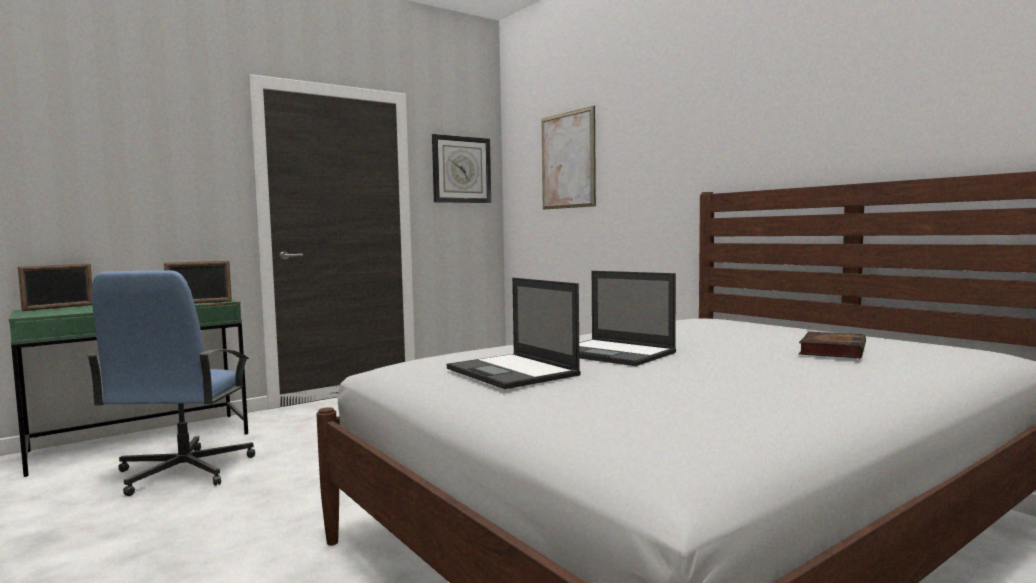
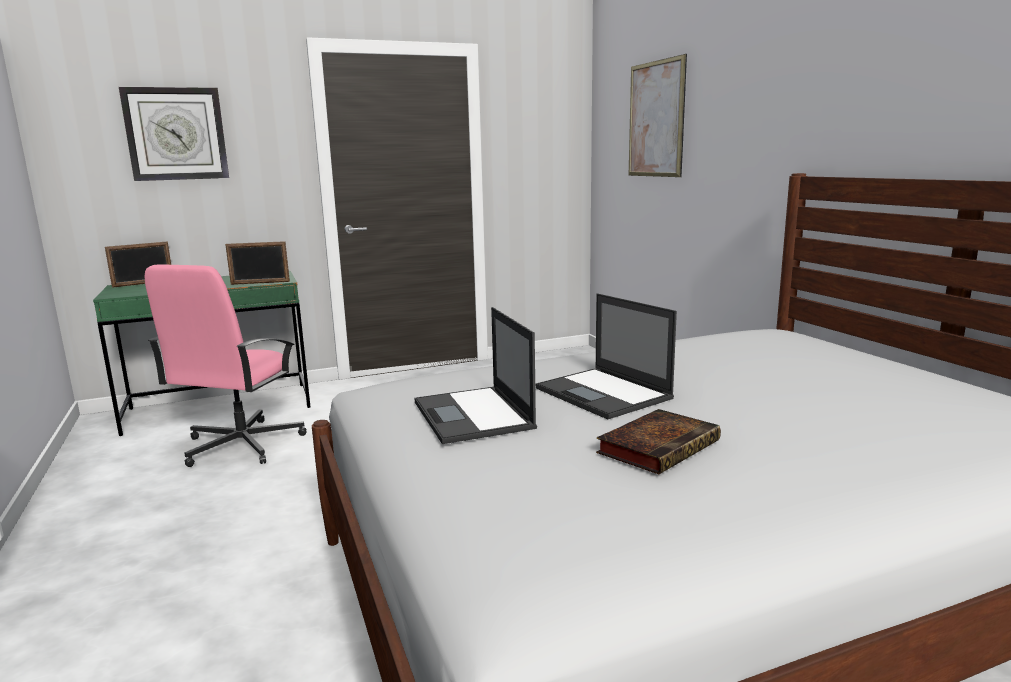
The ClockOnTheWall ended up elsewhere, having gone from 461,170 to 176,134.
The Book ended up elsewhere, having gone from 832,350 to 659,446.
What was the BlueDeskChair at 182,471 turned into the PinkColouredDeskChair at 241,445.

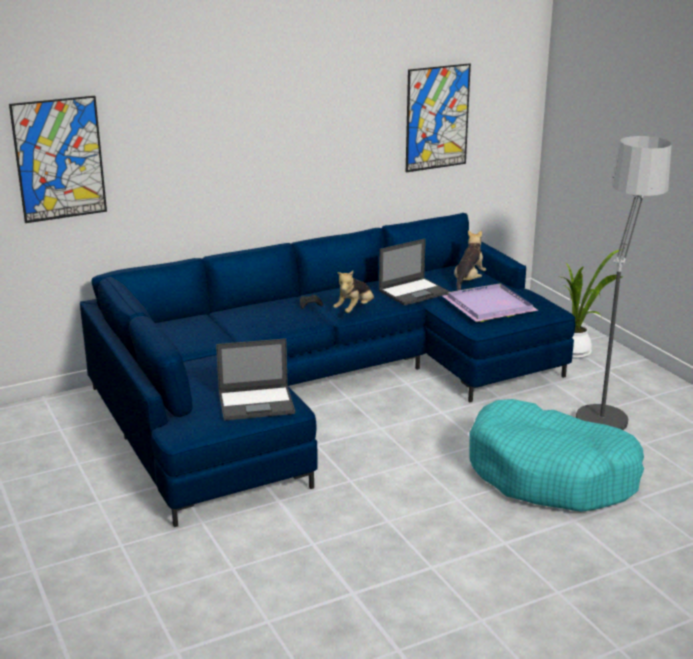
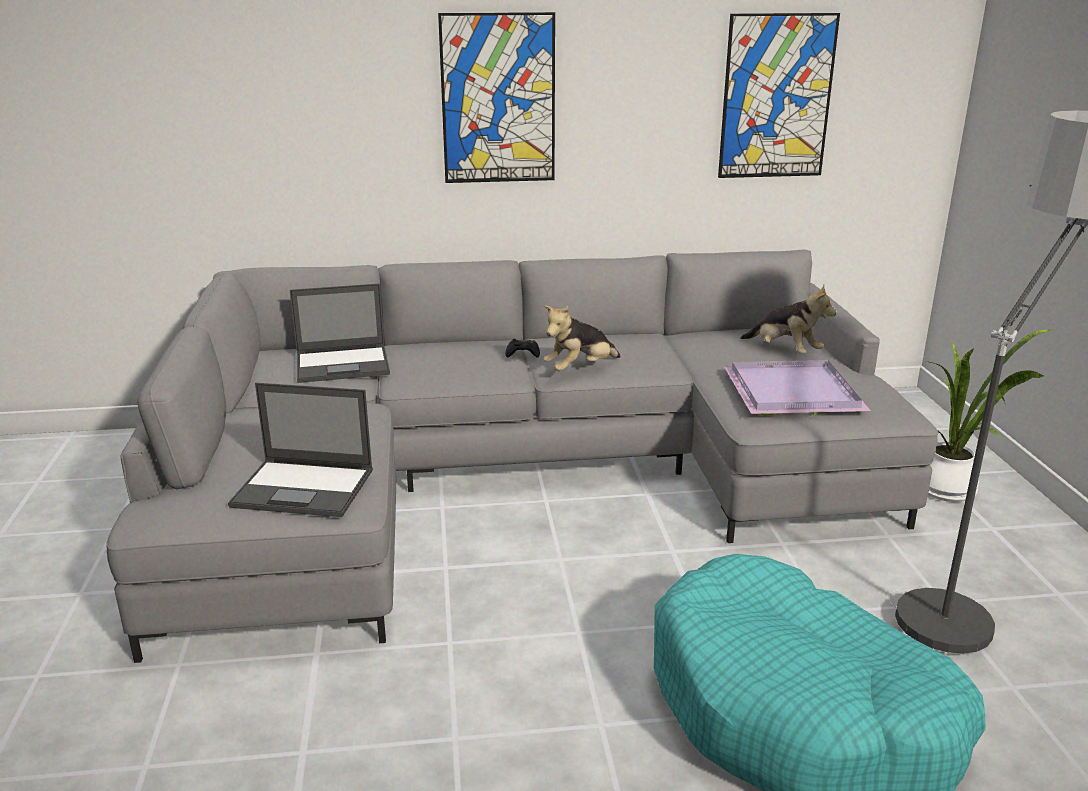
The WallArt ended up elsewhere, having gone from 59,159 to 498,99.
The Laptop ended up elsewhere, having gone from 414,292 to 344,364.
What was the BlueSofa at 318,388 turned into the GreyishSofa at 514,478.
The PlushToy at 468,281 ended up facing another way, 90 degrees clockwise from before.

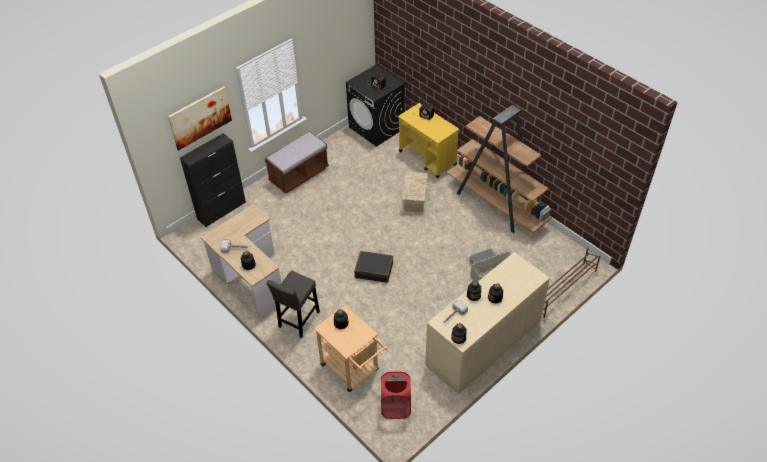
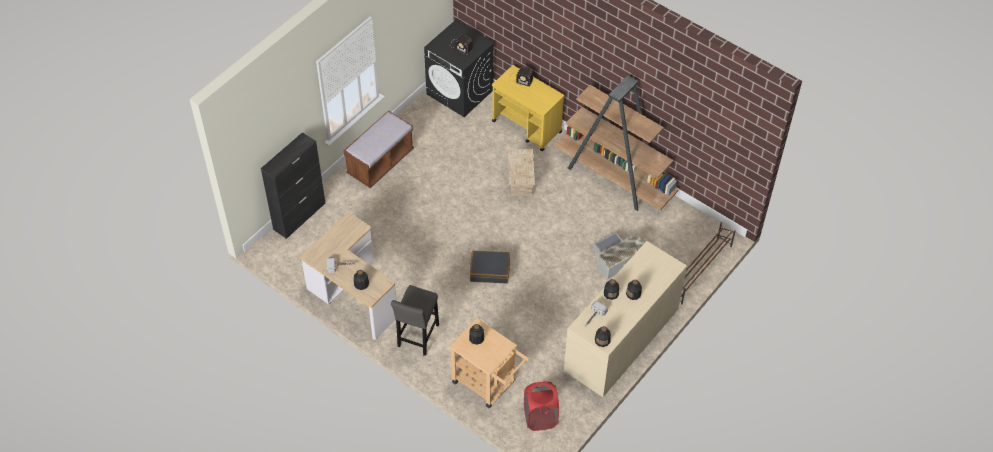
The second view lost the WallArt at 200,117.

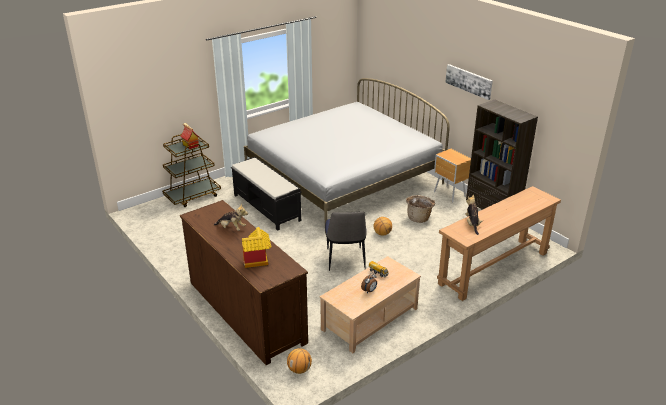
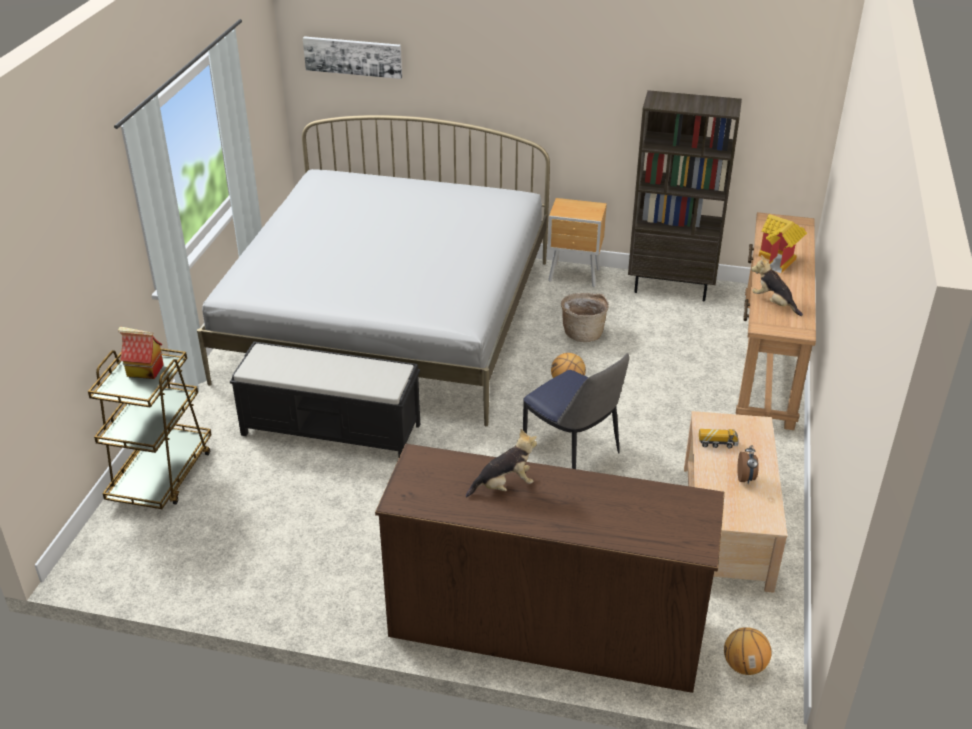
The ToyHouse ended up elsewhere, having gone from 257,261 to 779,261.
The WallArt ended up elsewhere, having gone from 469,81 to 353,56.

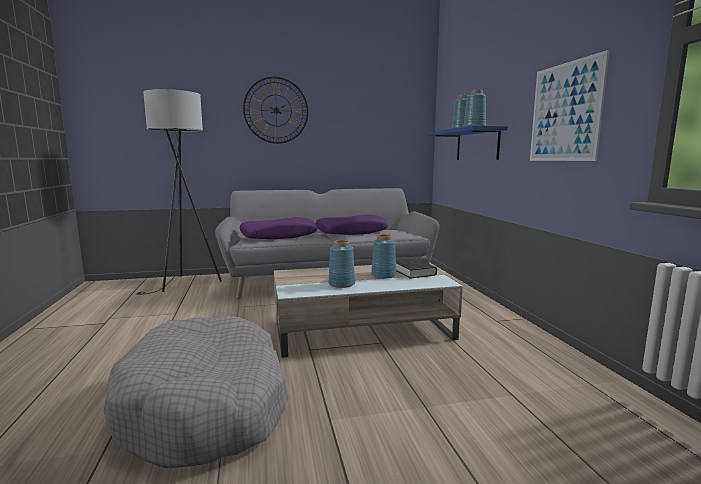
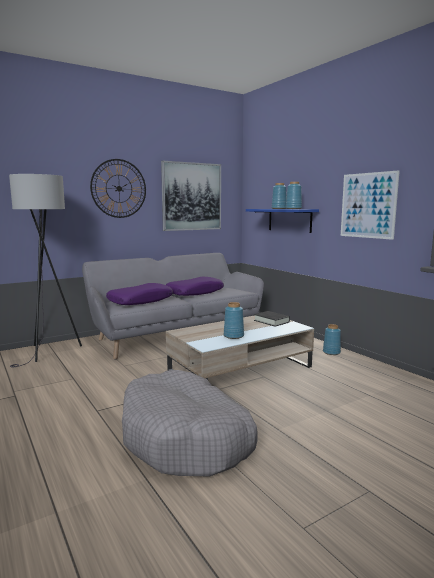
The second view gained the WallArt at 191,196.
The BlueFlowerVase ended up elsewhere, having gone from 384,275 to 331,352.

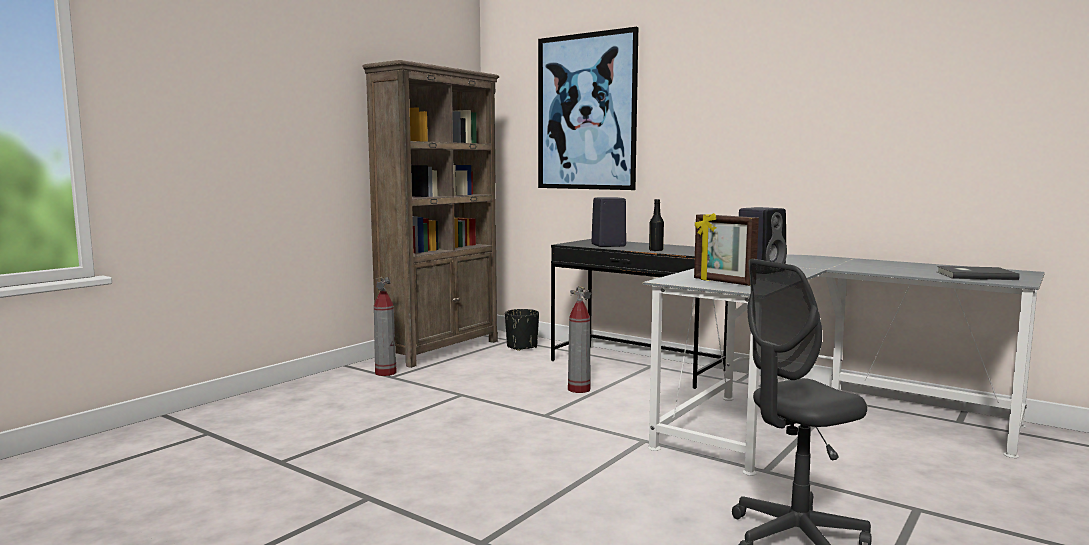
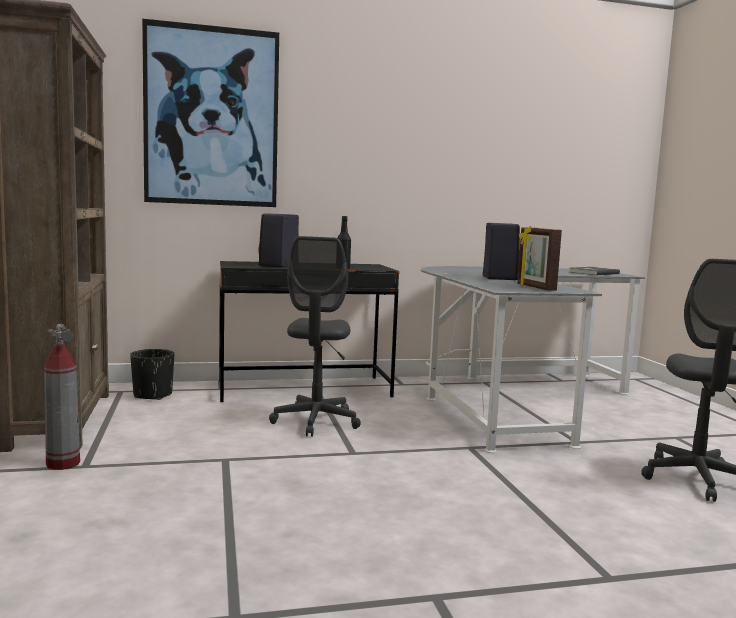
Where the FireFightingCylinder stood at 578,389, the GreyishDeskChair came to stand at 316,421.
The PhotoFrame at 723,282 ended up facing another way, 75 degrees clockwise from before.

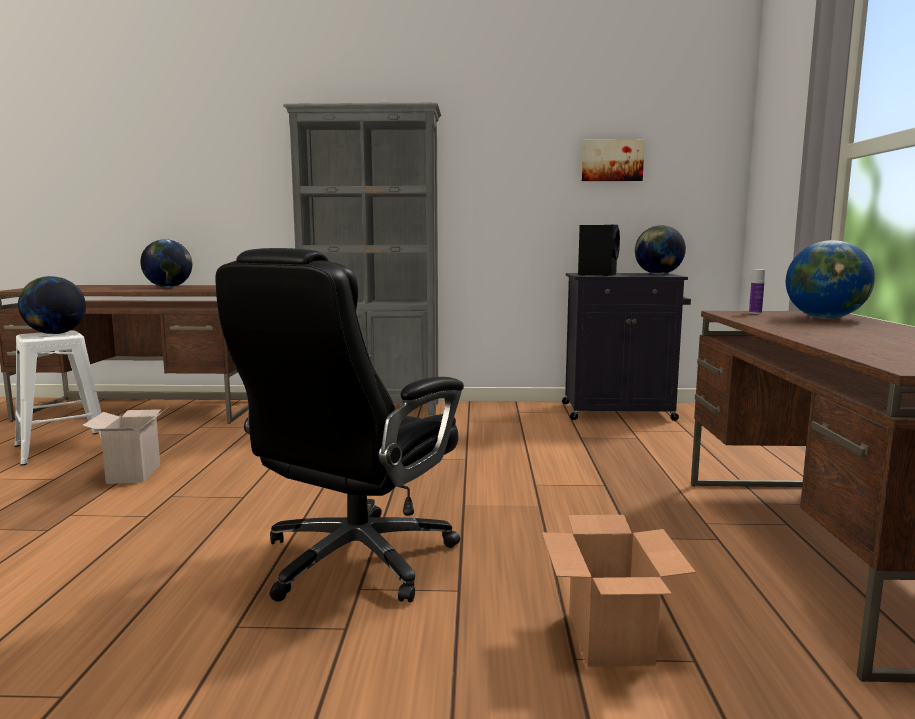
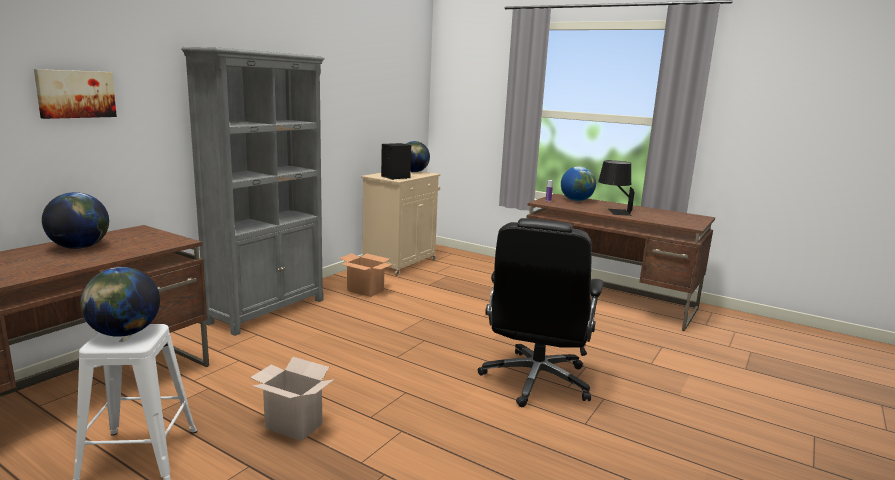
The second view gained the BlackColouredTabletopLamp at 613,211.
The Carton ended up elsewhere, having gone from 610,638 to 365,290.
The WallArt ended up elsewhere, having gone from 612,160 to 75,94.
What was the BlackColouredCabinet at 620,412 turned into the BeigeCabinet at 400,263.
The BlackColouredDeskChair at 353,560 ended up facing another way, 45 degrees clockwise from before.

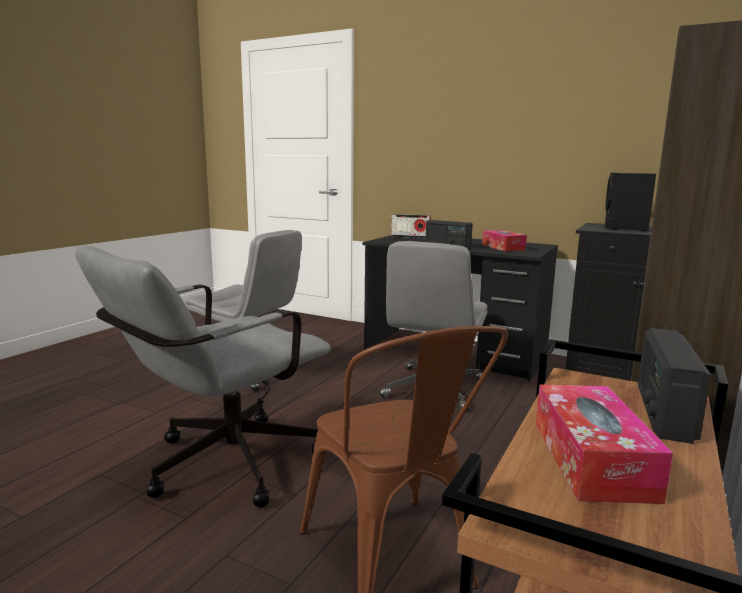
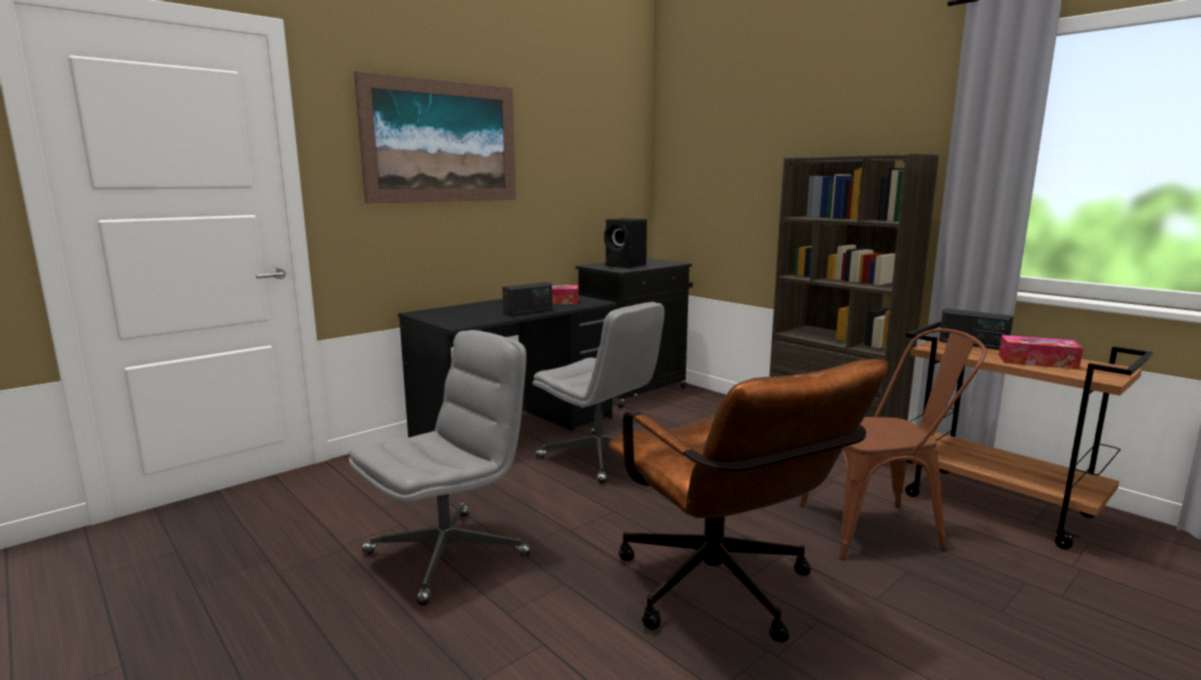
The second view lost the RadioReceiver at 410,237.
The second view gained the WallArt at 442,142.
What was the GreyishDeskChair at 219,467 turned into the BrownDeskChair at 724,595.

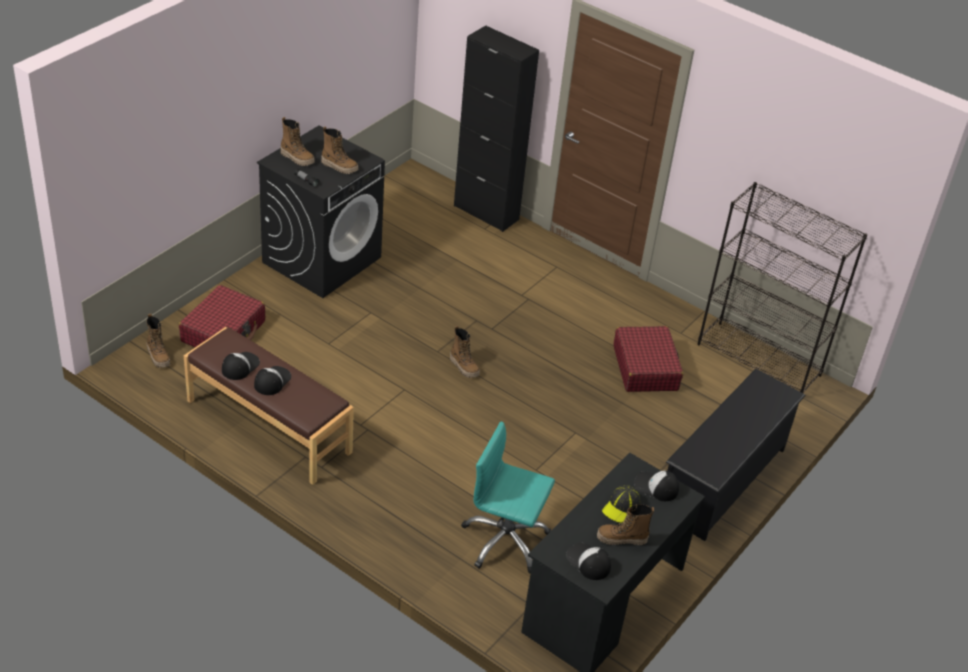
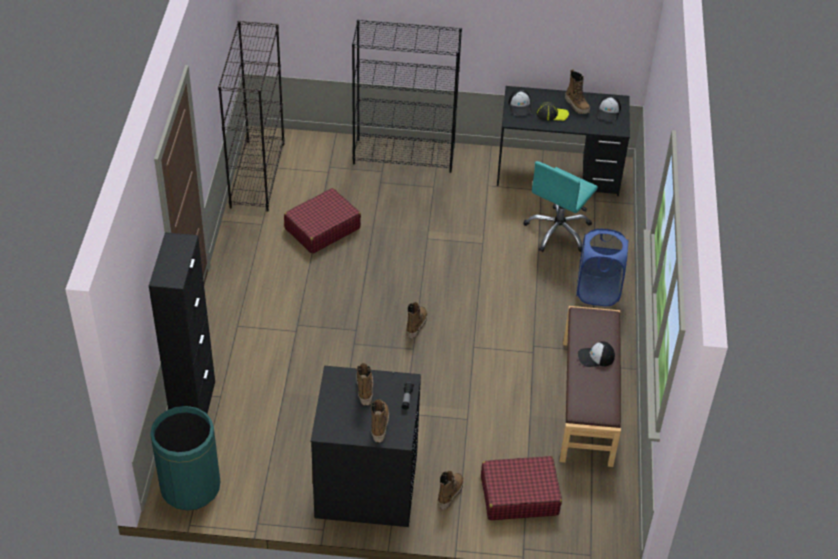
The second view lost the PeakedCap at 240,366.
The second view gained the GreenishRubbishBin at 190,487.
The second view gained the BlueHamper at 597,291.
The TallBoot ended up elsewhere, having gone from 158,356 to 450,493.
Where the BlackColouredShoeShelf stood at 722,481, the BlackColouredShelvingUnit came to stand at 404,155.
The TurquoiseColouredDeskChair at 505,541 ended up facing another way, 45 degrees clockwise from before.

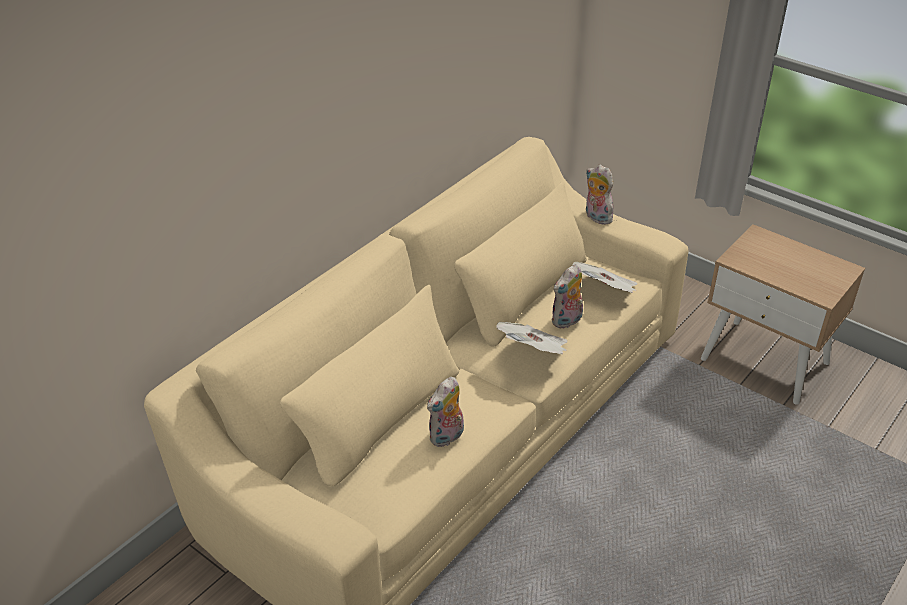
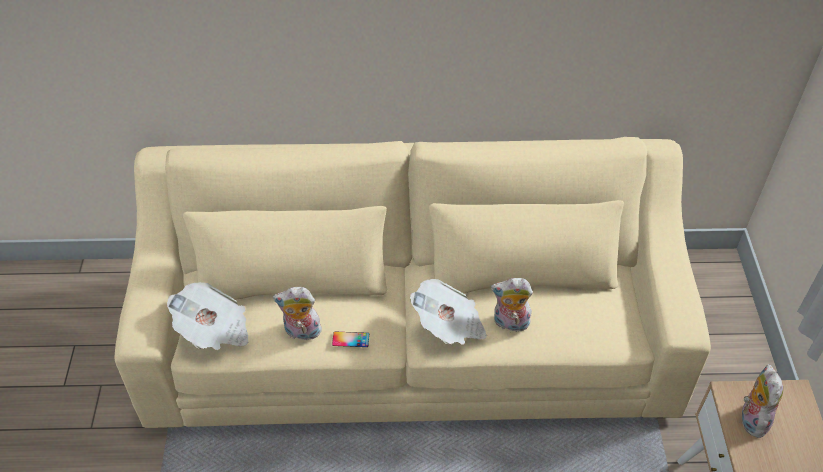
The second view gained the Telephone at 350,339.
The Newspaper ended up elsewhere, having gone from 606,291 to 214,330.
The PlushToy ended up elsewhere, having gone from 596,217 to 751,418.

